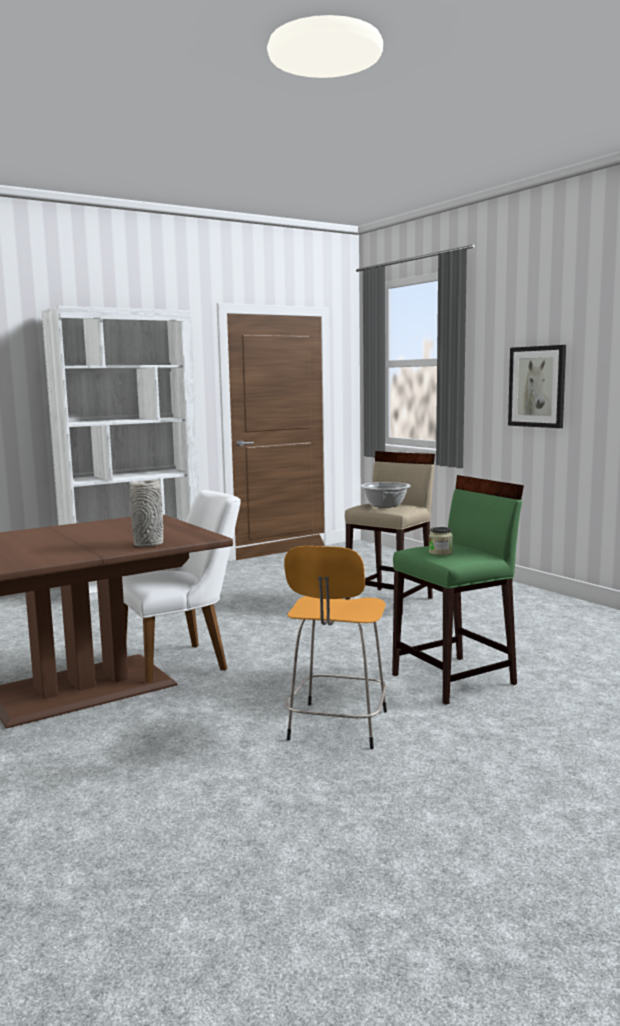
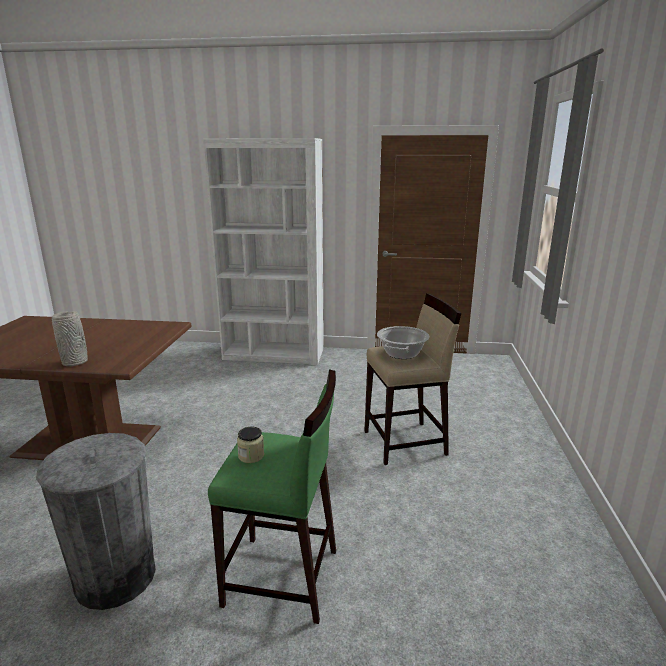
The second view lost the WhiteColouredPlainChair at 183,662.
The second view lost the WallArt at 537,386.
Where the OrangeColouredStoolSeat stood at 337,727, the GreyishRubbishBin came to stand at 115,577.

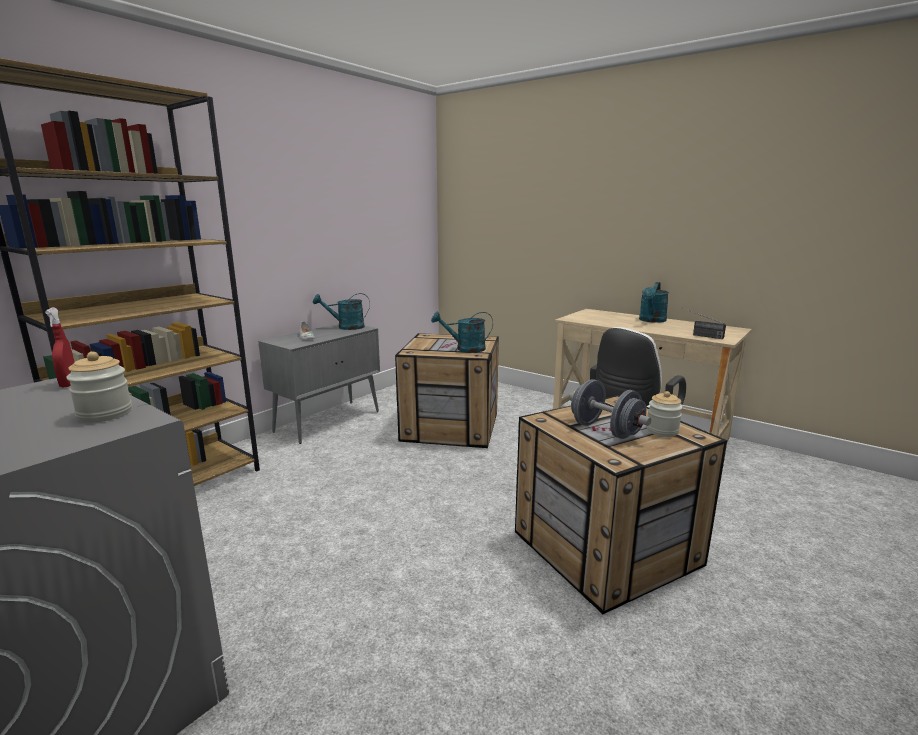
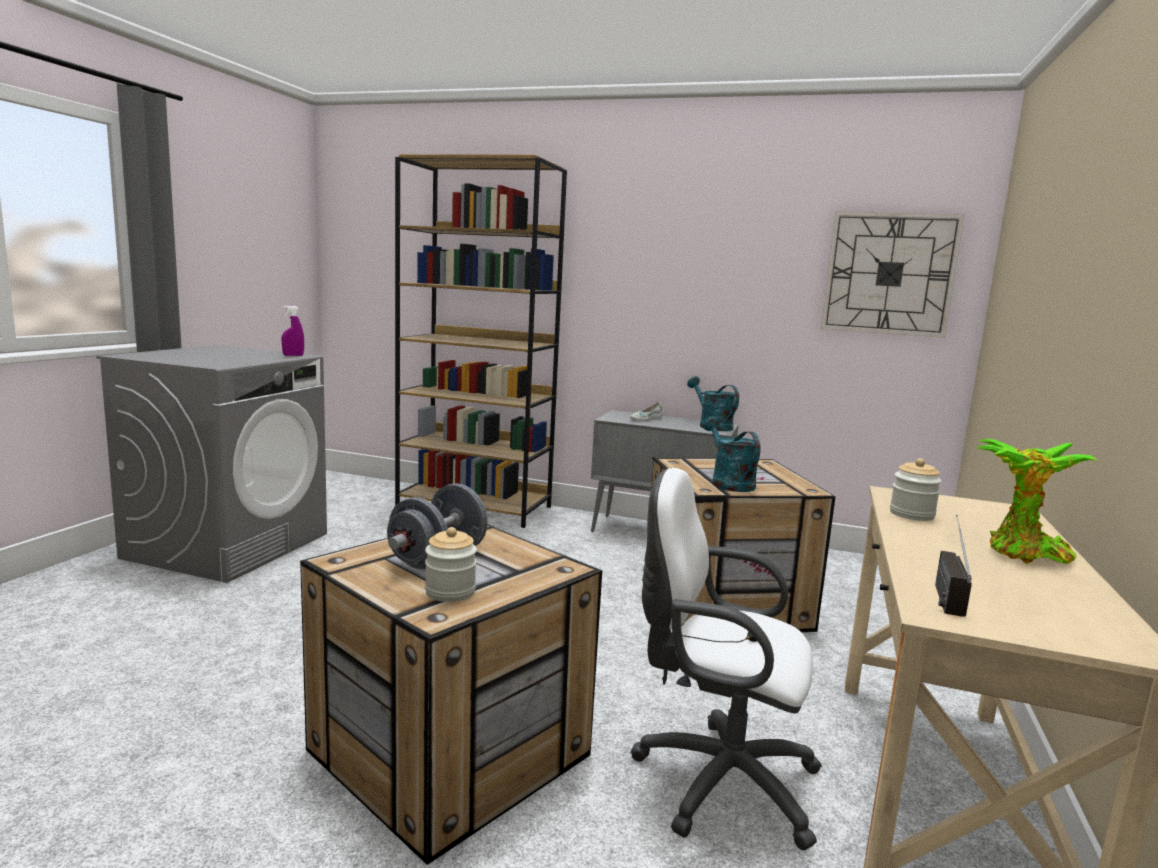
The second view gained the ClockOnTheWall at 889,274.
The StorageJar ended up elsewhere, having gone from 105,414 to 911,514.
Where the TurquoiseColouredWateringCan stood at 651,320, the PlantInAPot came to stand at 1023,554.
What was the RedSprayer at 69,384 turned into the PurpleSprayer at 293,355.

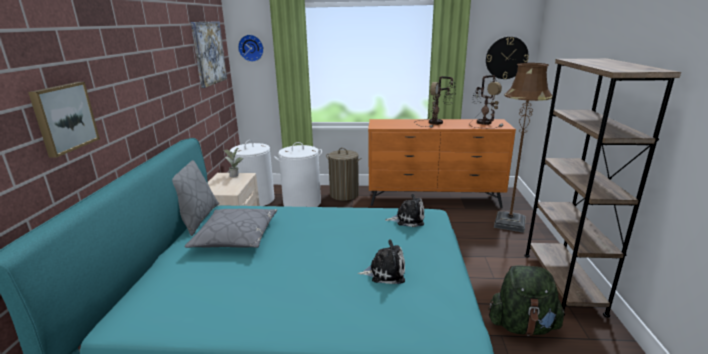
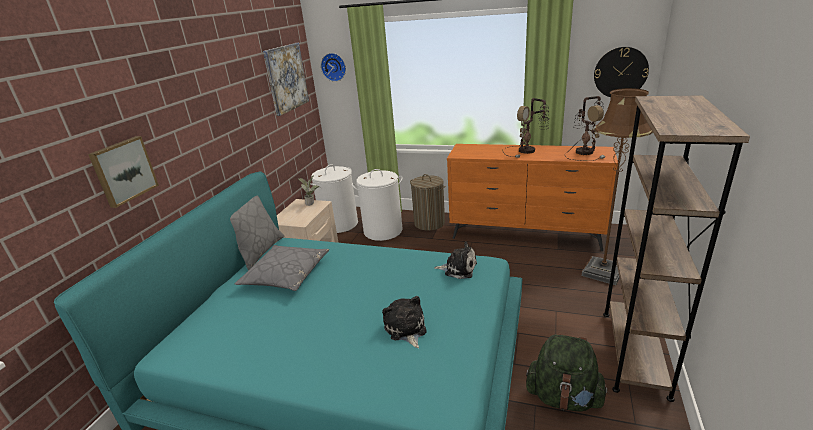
The PlushToy at 384,273 ended up facing another way, 120 degrees counterclockwise from before.

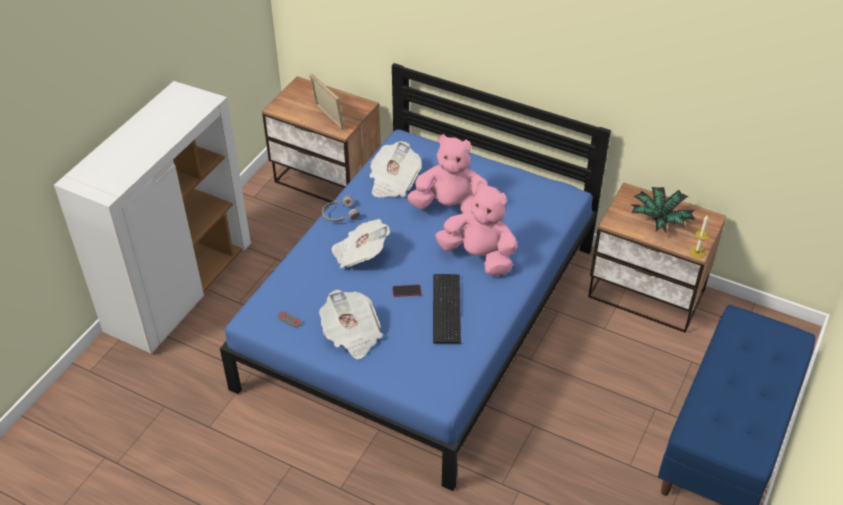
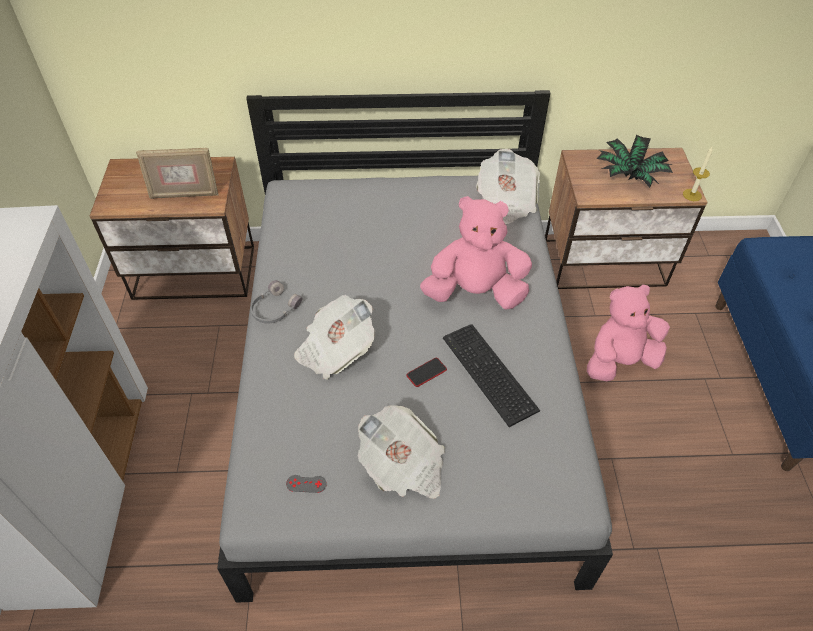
The Newspaper ended up elsewhere, having gone from 393,182 to 506,201.
The PinkColouredPlushToy ended up elsewhere, having gone from 449,207 to 619,361.
What was the BlueBedroomBed at 421,316 turned into the GreyishBedroomBed at 406,387.
The PhotoFrame at 328,118 ended up facing another way, 150 degrees clockwise from before.

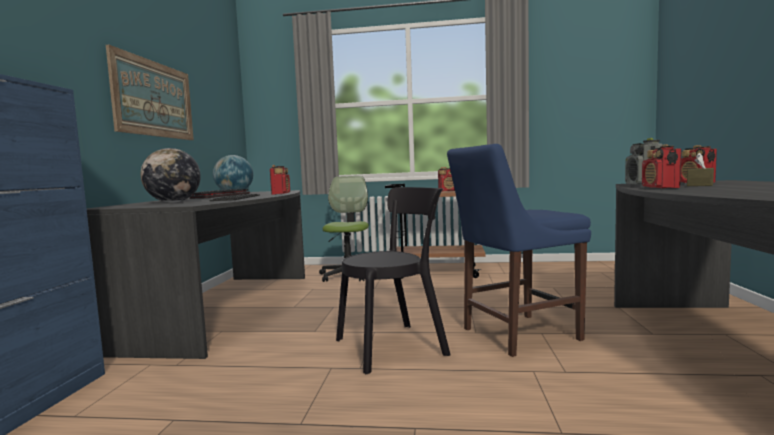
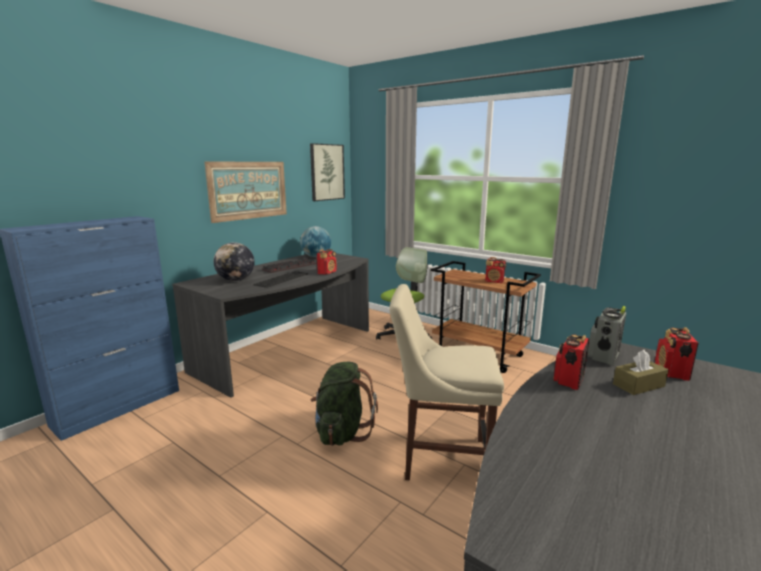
The second view gained the WallArt at 326,172.
Where the BlackColouredPlainChair stood at 395,346, the GreenishKnapsack came to stand at 342,432.
What was the BluePlainChair at 515,335 turned into the BeigePlainChair at 440,457.

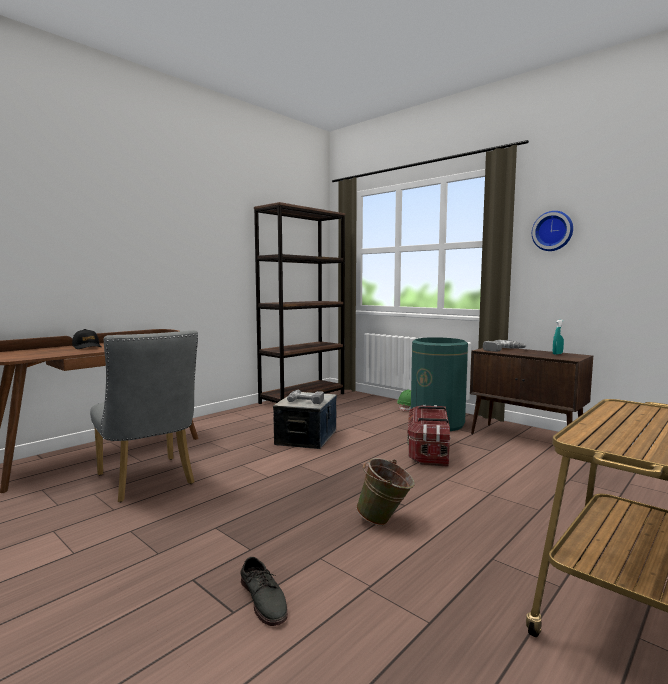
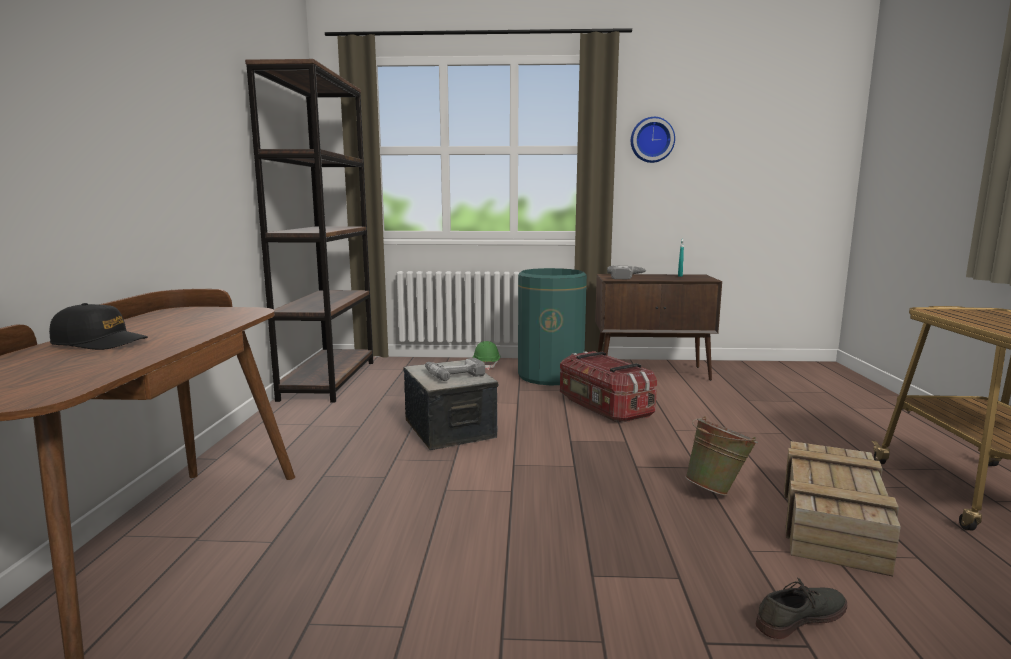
The second view lost the GreyishPlainChair at 148,481.
The second view gained the PackingCrate at 833,522.
The GreyishItemOfFootwear at 264,599 ended up facing another way, 45 degrees counterclockwise from before.

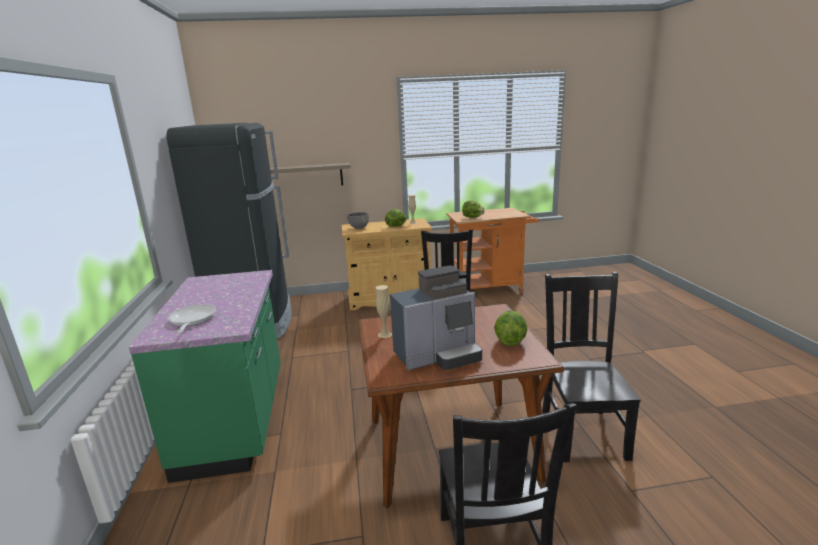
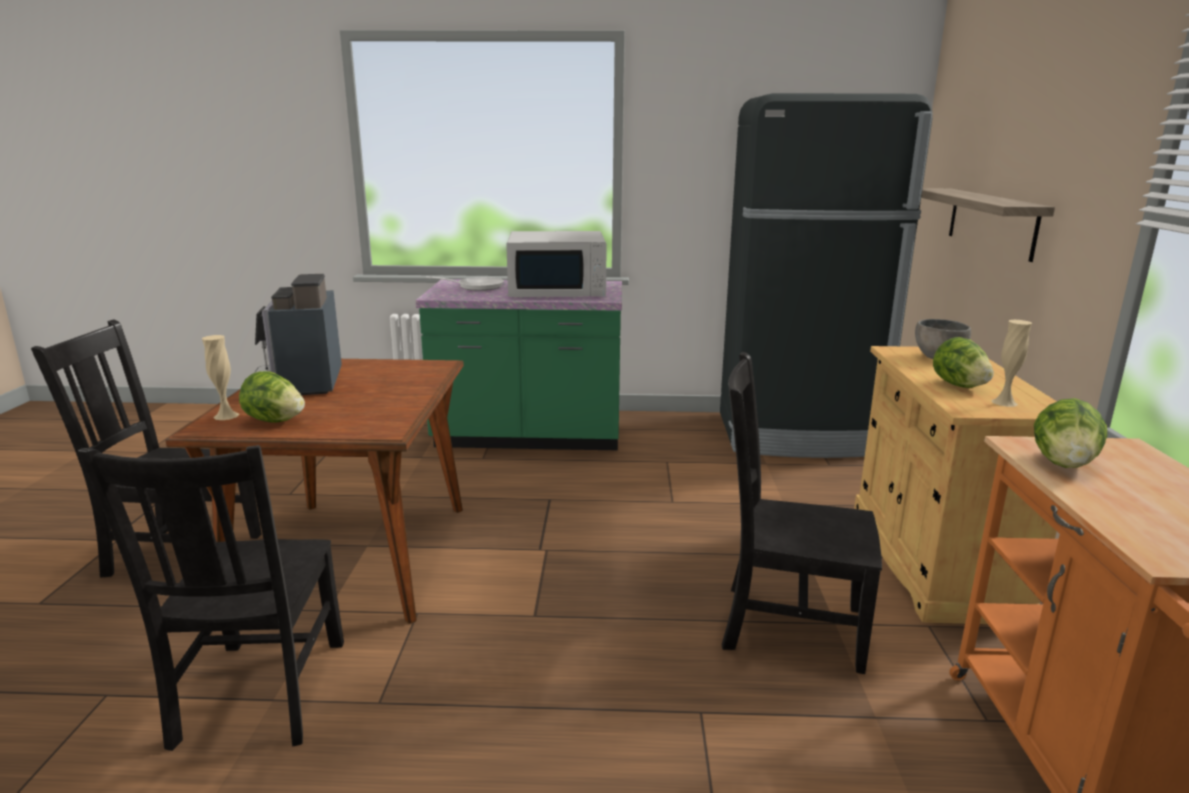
The second view gained the WhiteColouredKitchenMicrowave at 558,290.
The BeigeFlowerVase ended up elsewhere, having gone from 384,334 to 226,416.
The BlackColouredPlainChair at 582,432 ended up facing another way, 75 degrees clockwise from before.

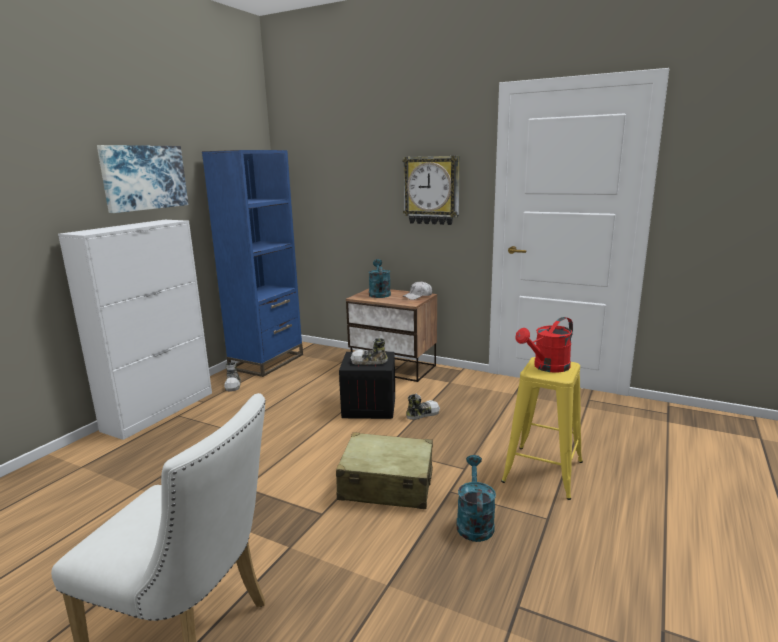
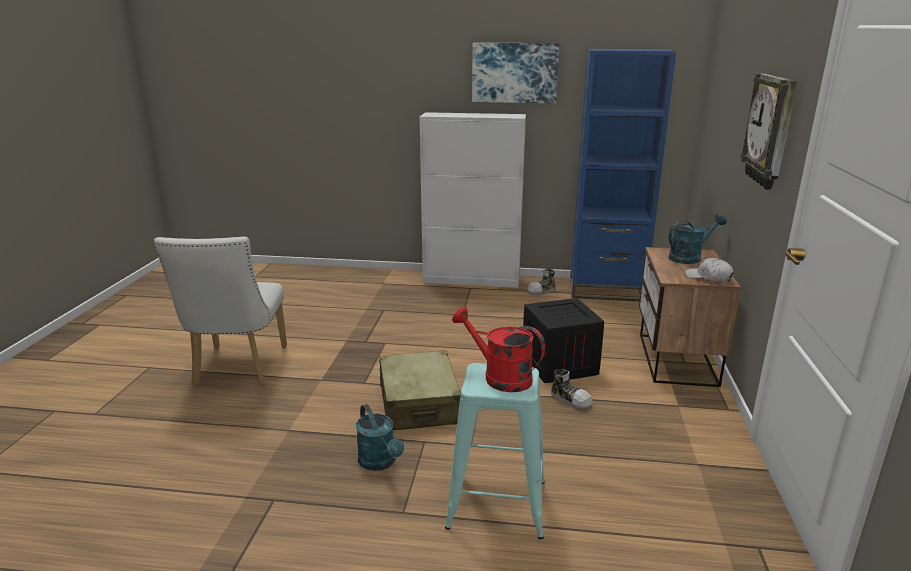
The second view lost the ItemOfFootwear at 369,361.
What was the YellowStoolSeat at 543,471 turned into the TurquoiseColouredStoolSeat at 497,504.
The TurquoiseColouredWateringCan at 474,522 ended up facing another way, 75 degrees clockwise from before.

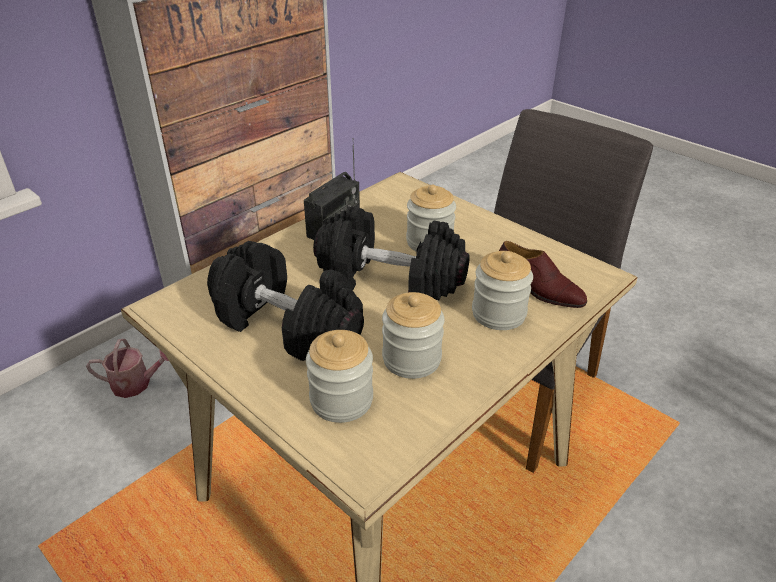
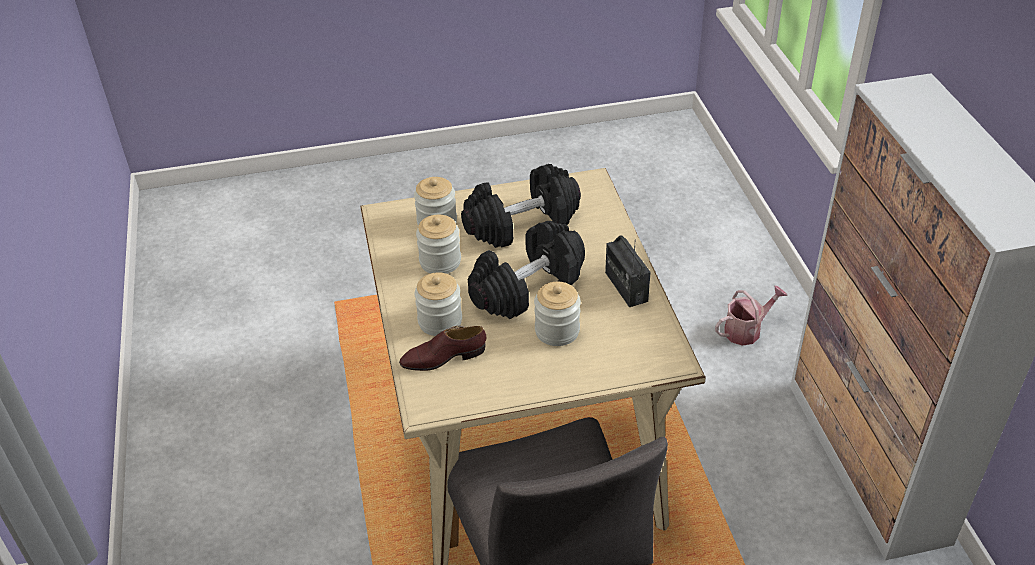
The WateringCan at 137,384 ended up facing another way, 150 degrees counterclockwise from before.

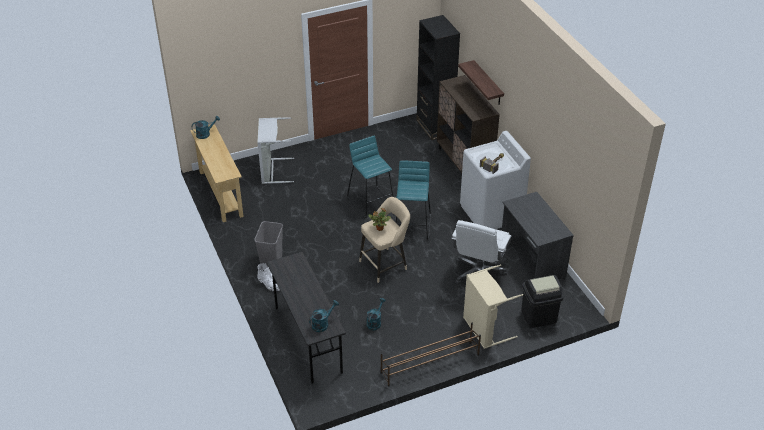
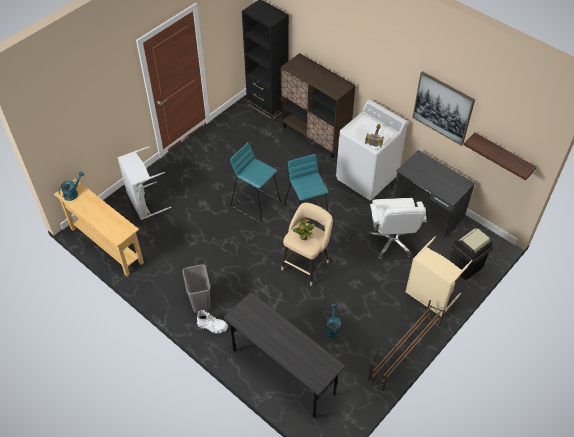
The second view lost the TurquoiseColouredWateringCan at 322,324.
The second view gained the WallArt at 443,108.
The Shelf ended up elsewhere, having gone from 488,83 to 503,155.

